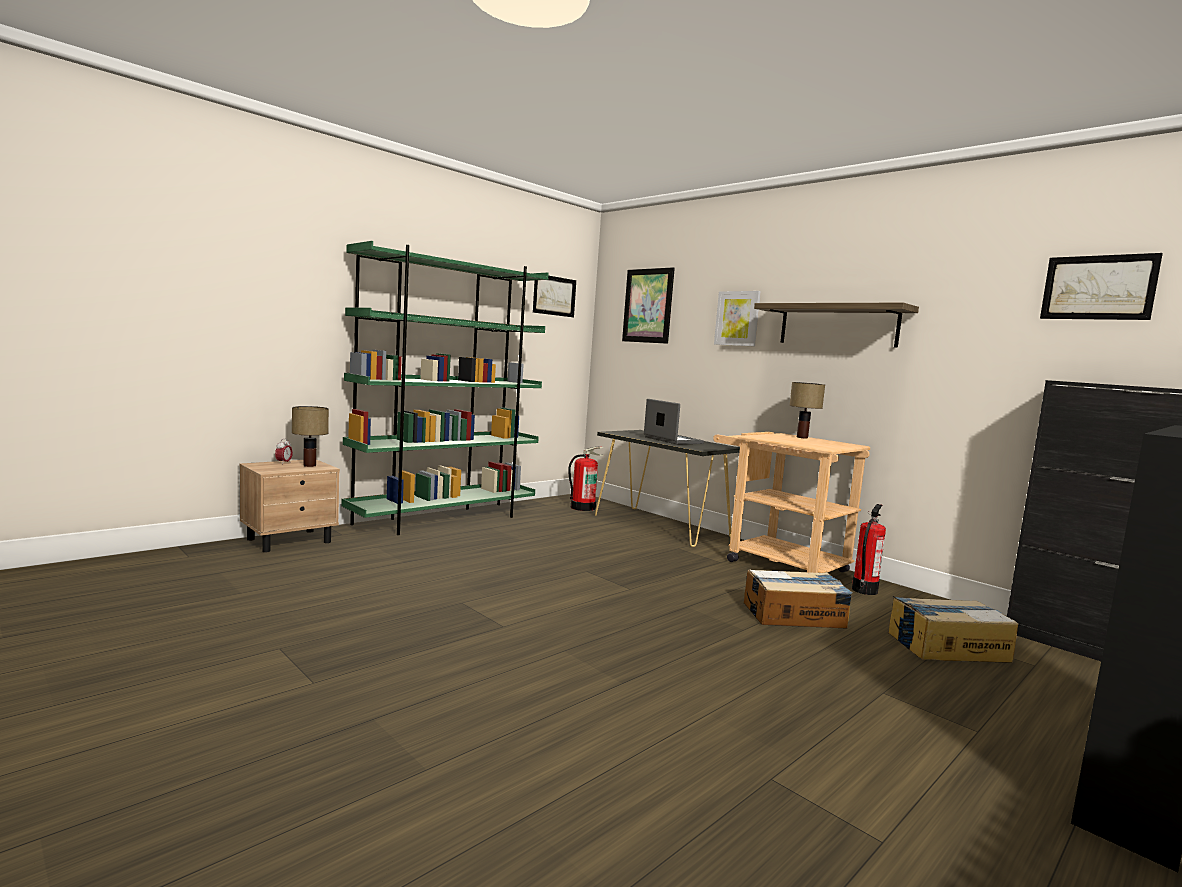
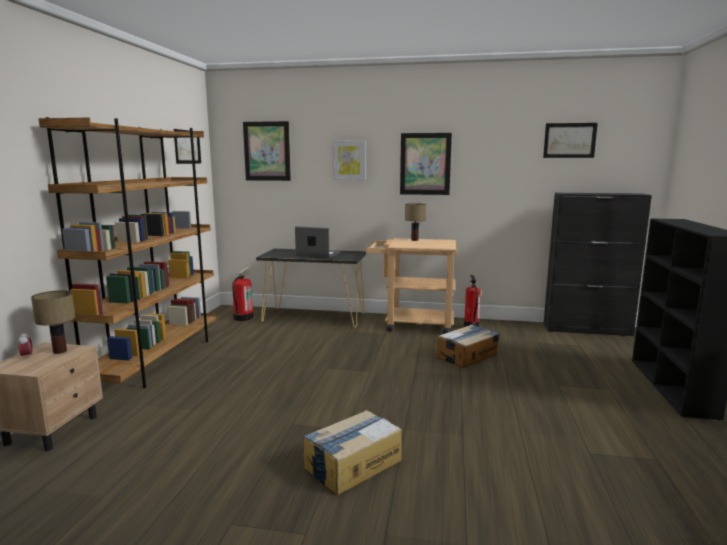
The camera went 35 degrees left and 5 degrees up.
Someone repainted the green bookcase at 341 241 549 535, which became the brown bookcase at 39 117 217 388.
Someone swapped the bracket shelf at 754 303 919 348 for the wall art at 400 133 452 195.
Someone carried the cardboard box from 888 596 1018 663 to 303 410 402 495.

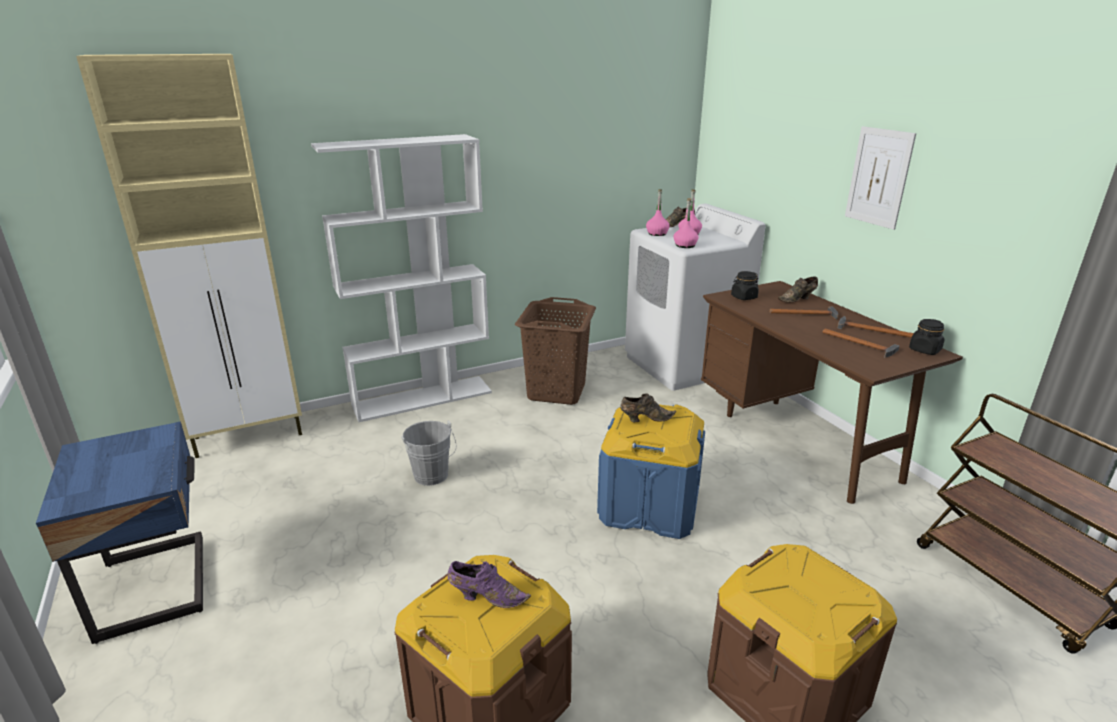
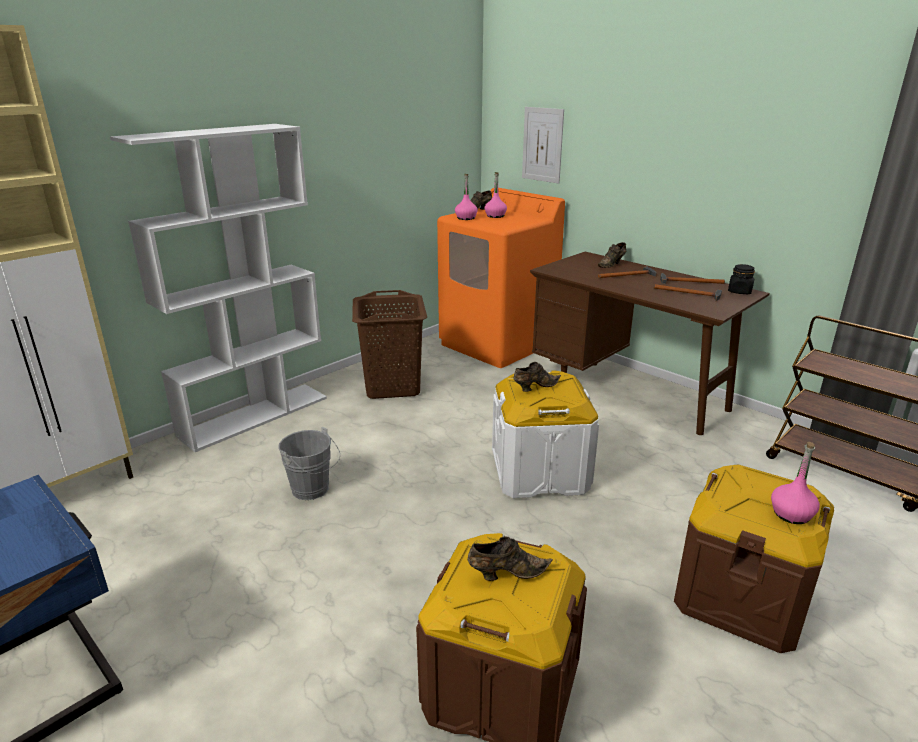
The camera went 20 degrees left and 0 degrees up.
Someone carried the wall art from 845 126 916 230 to 522 107 564 184.
Someone carried the pink-coloured bottle from 673 198 699 248 to 771 442 820 524.
Someone repainted the white-coloured washing machine at 625 204 765 391, which became the orangey washing machine at 437 188 565 368.
Someone took away the black preserve jar at 731 271 759 300.
Someone repainted the blue storage container at 597 404 705 539, which became the white-coloured storage container at 492 370 599 498.
Someone repainted the purplish shoe at 448 561 531 608, which became the brown shoe at 468 536 553 581.

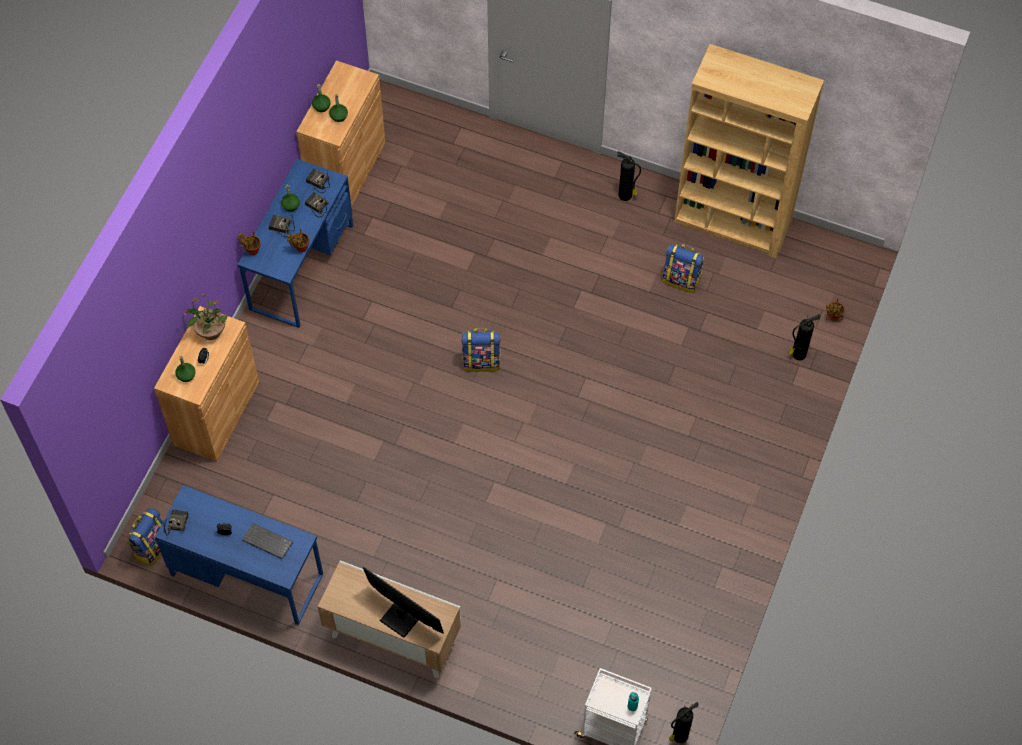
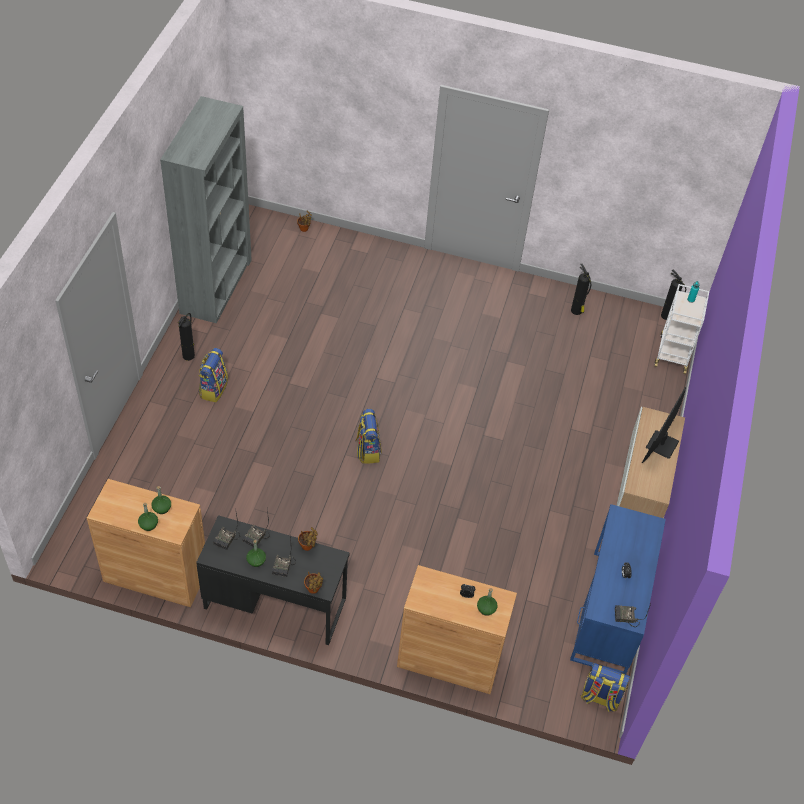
The camera went 100 degrees left and 10 degrees down.
Someone repainted the brown bookcase at 674 44 824 259, which became the grey bookcase at 160 96 252 323.
Someone repainted the blue desk table at 238 159 353 328, which became the black desk table at 196 515 350 645.
Someone carried the rucksack from 662 244 704 293 to 199 348 228 402.
Someone took away the houseplant at 184 293 227 340.
Someone carried the fire-fighting cylinder from 789 314 821 361 to 571 264 591 315.
Someone took away the PC keyboard at 242 523 293 559.

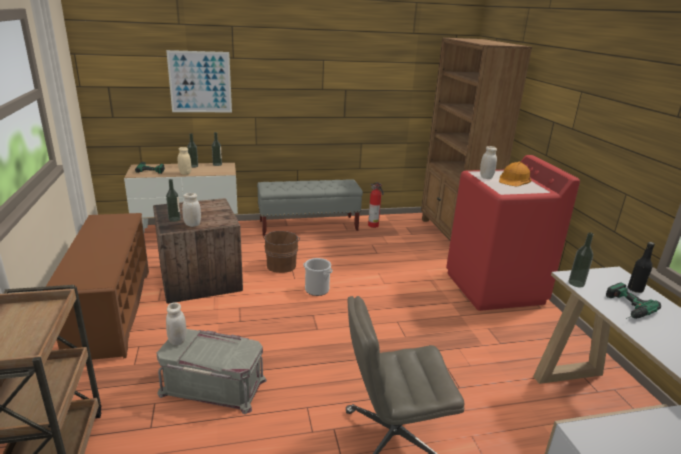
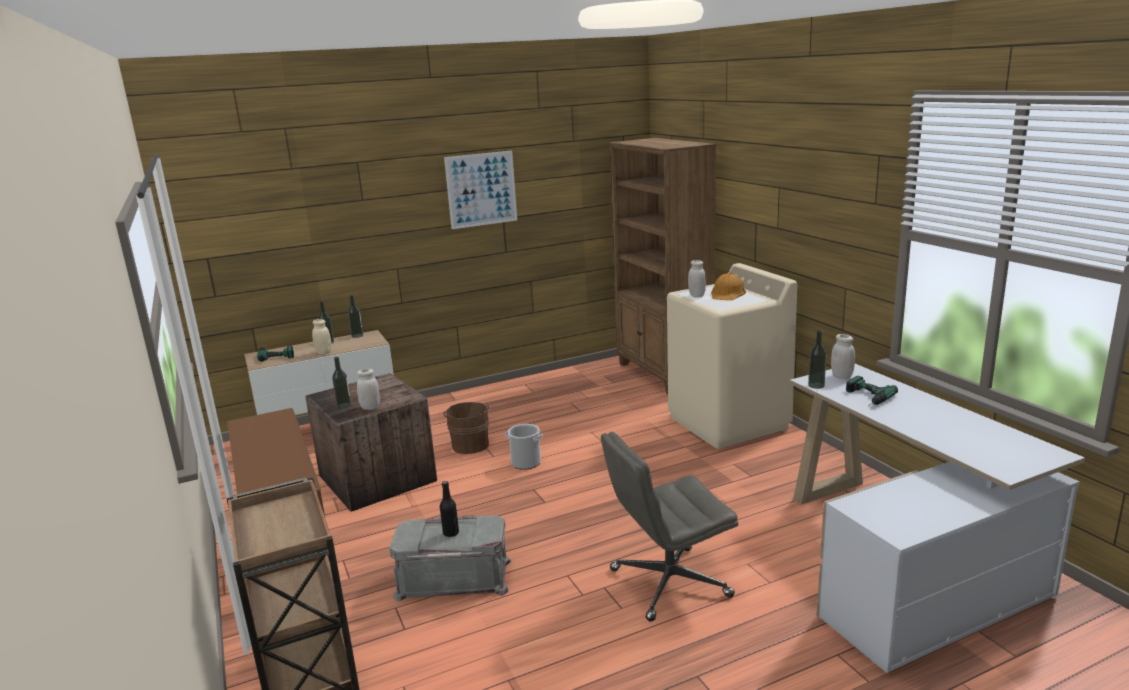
The camera went 10 degrees left and 5 degrees down.
Someone carried the wall art from 166 50 232 112 to 444 151 517 229.
Someone repainted the red-coloured washing machine at 446 155 580 311, which became the beige-coloured washing machine at 667 263 797 449.
Someone took away the grey bench at 257 179 363 236.
Someone took away the fire-fighting cylinder at 368 182 384 228.
Someone carried the black bottle from 628 242 655 293 to 440 481 459 537.
Someone carried the white-coloured preserve jar from 166 302 186 345 to 831 334 855 379.

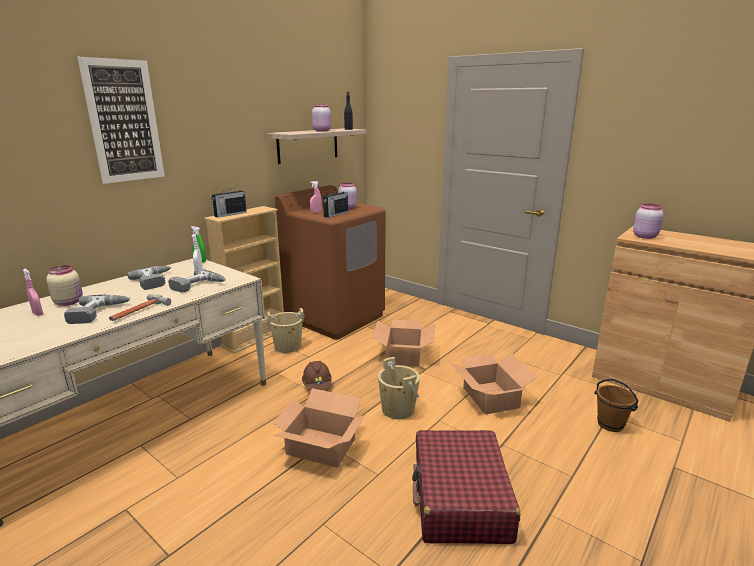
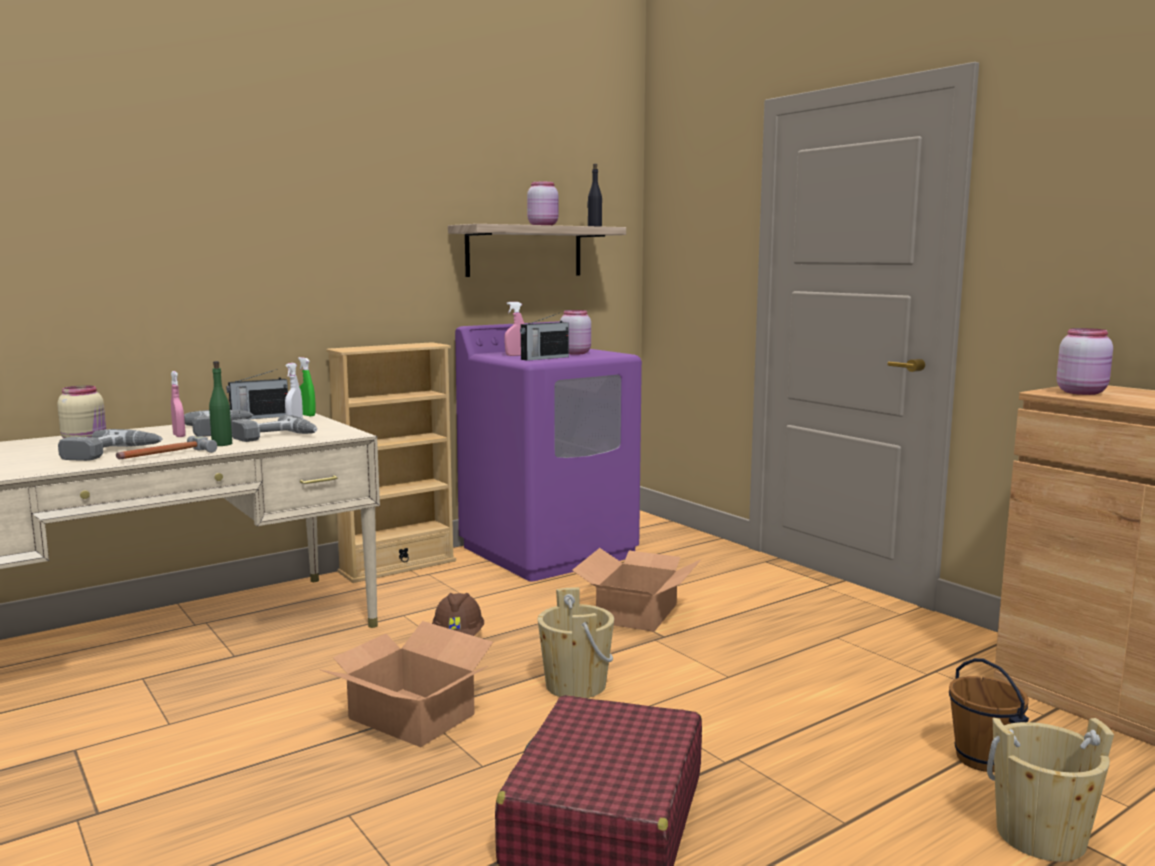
The camera went 15 degrees right and 10 degrees down.
Someone took away the wall art at 77 57 165 184.
Someone carried the radio set from 212 185 247 218 to 226 369 288 420.
Someone repainted the brown washing machine at 275 185 386 340, which became the purplish washing machine at 455 321 642 582.
Someone carried the pink-coloured spray bottle from 23 269 43 316 to 171 371 186 437.
Someone carried the beige-coloured pail from 267 308 305 353 to 987 718 1114 862.
Someone took away the cardboard box at 451 353 538 415.
Someone put down the green bottle at 209 361 232 446.

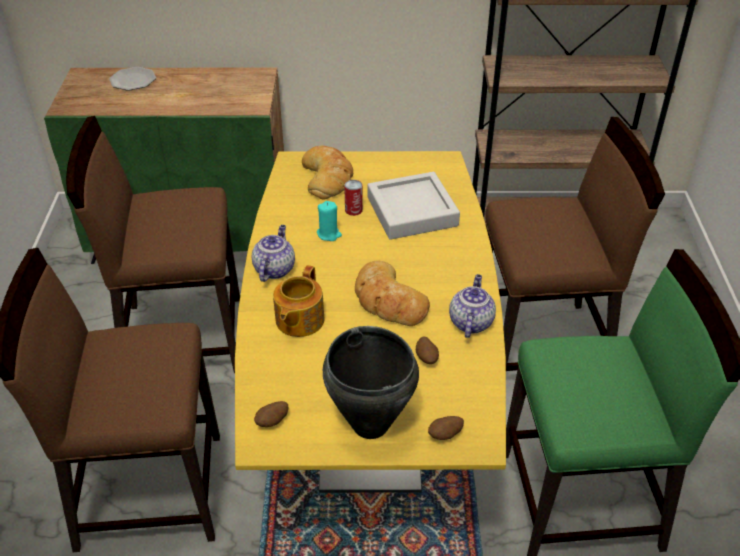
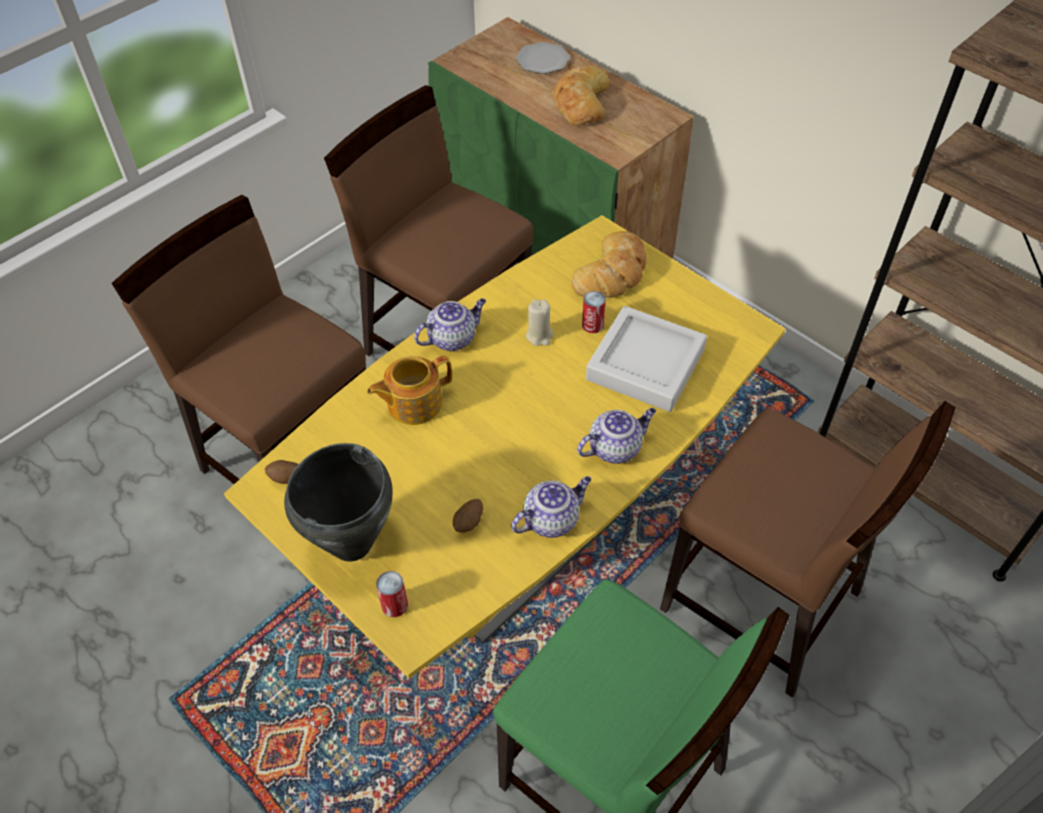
The camera went 45 degrees right and 10 degrees up.
Someone repainted the turquoise candle at 317 201 342 241, which became the beige-coloured candle at 526 299 553 346.
Someone carried the bread from 355 261 430 326 to 554 65 609 125.
Someone swapped the spud at 428 416 464 440 for the metal can at 376 571 408 617.
Someone put down the pot for tea at 577 408 656 464.

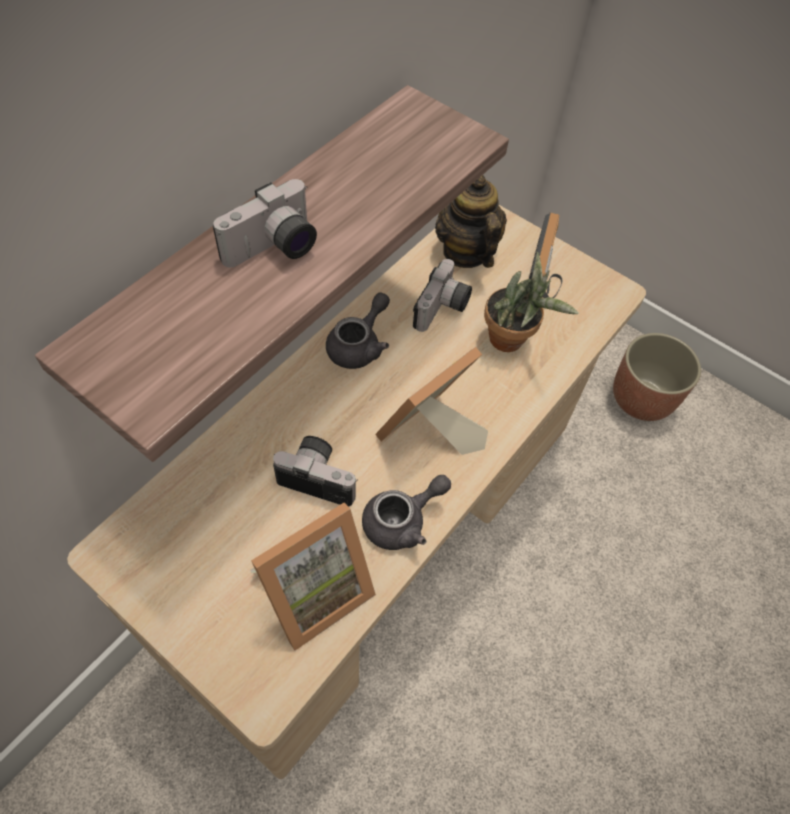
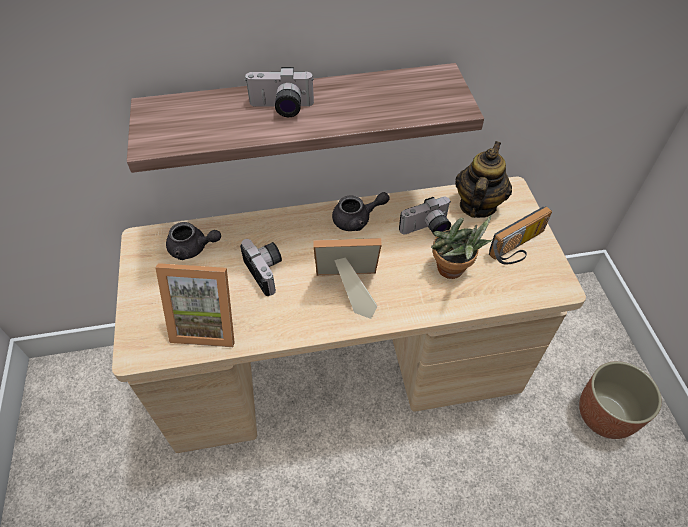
The camera went 45 degrees right and 5 degrees down.
Someone carried the grey pot for tea from 362 475 451 550 to 166 222 221 260.

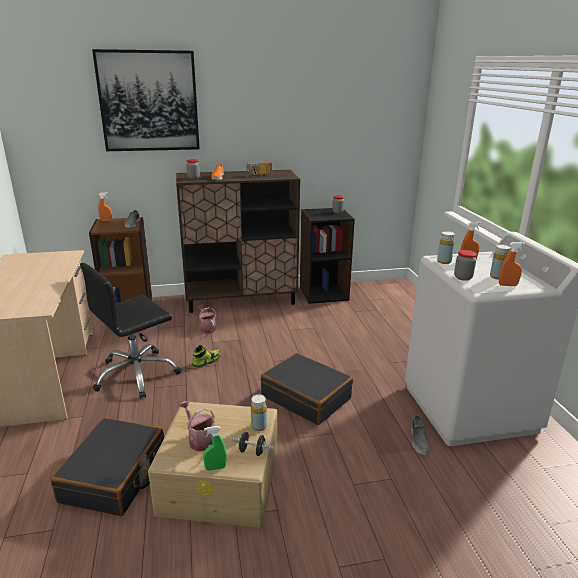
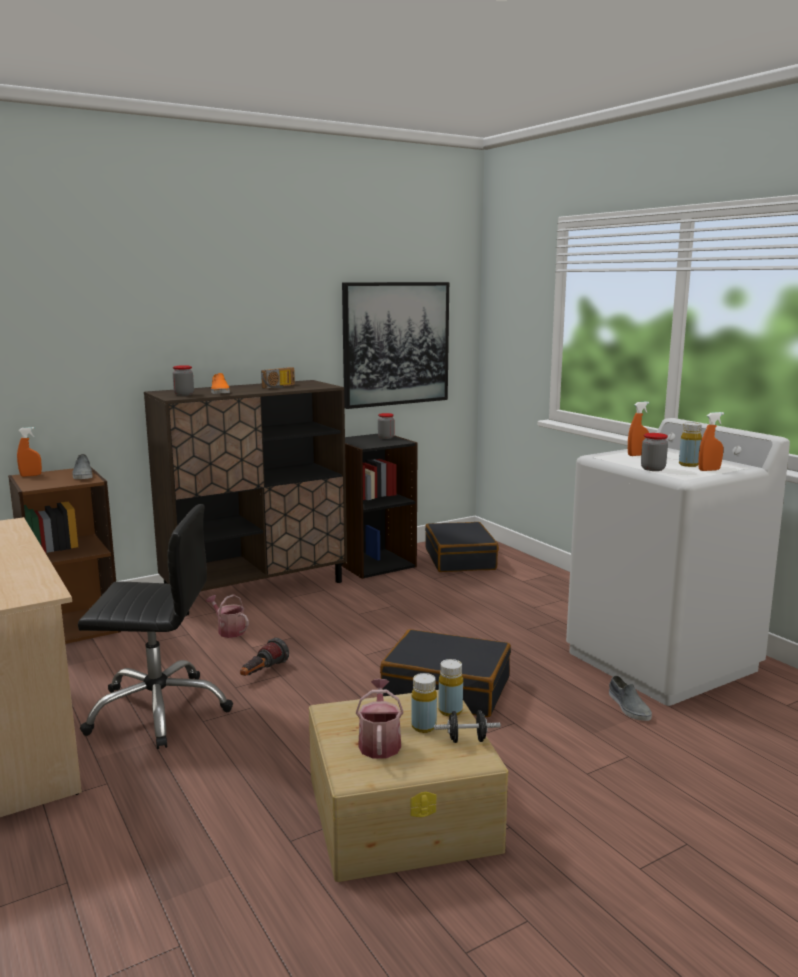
The camera went 20 degrees left and 10 degrees down.
Someone carried the wall art from 92 49 200 151 to 342 282 449 409.
Someone carried the yellow bottle from 437 231 455 264 to 411 673 437 733.
Someone rotated the black computer chair at 80 263 181 399 by 120 degrees counterclockwise.
Someone swapped the shoe at 192 345 221 368 for the hand torch at 240 638 289 676.
Someone rotated the sprinkling can at 179 401 215 451 by 60 degrees clockwise.
Someone carried the black travel case from 50 418 164 516 to 425 522 499 572.
Someone took away the green spray bottle at 203 426 227 471.

